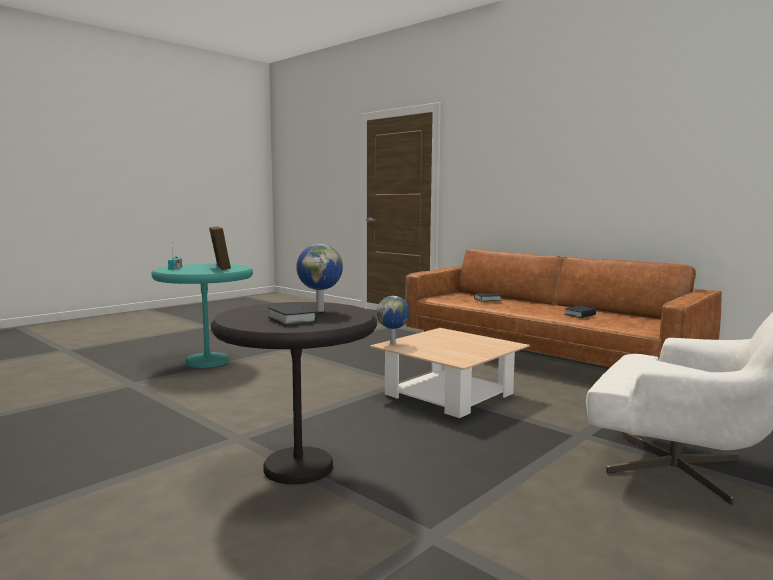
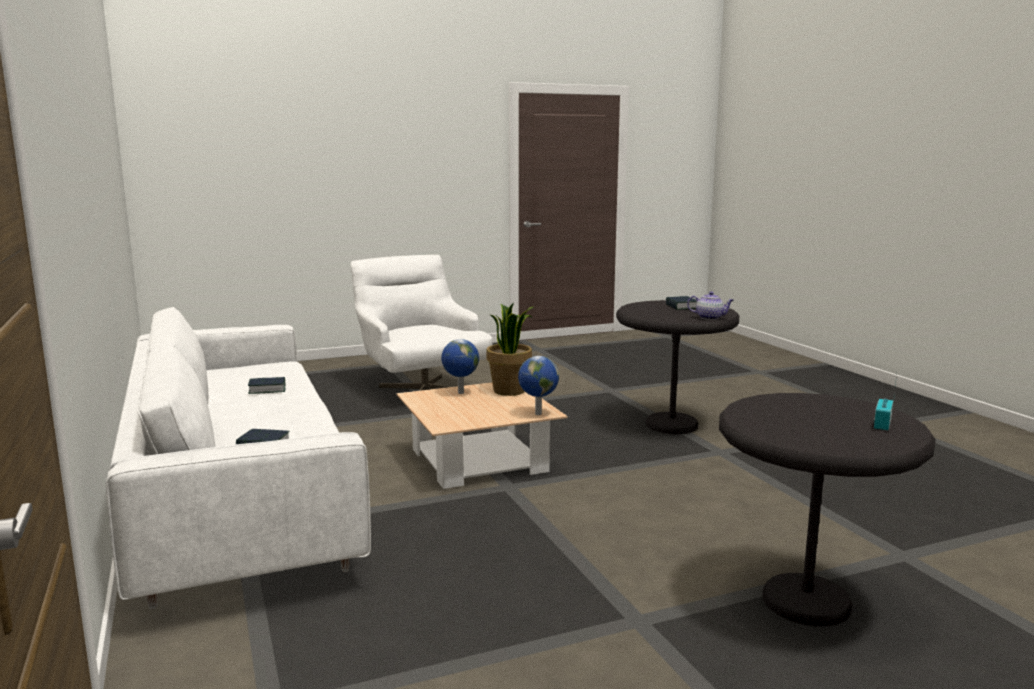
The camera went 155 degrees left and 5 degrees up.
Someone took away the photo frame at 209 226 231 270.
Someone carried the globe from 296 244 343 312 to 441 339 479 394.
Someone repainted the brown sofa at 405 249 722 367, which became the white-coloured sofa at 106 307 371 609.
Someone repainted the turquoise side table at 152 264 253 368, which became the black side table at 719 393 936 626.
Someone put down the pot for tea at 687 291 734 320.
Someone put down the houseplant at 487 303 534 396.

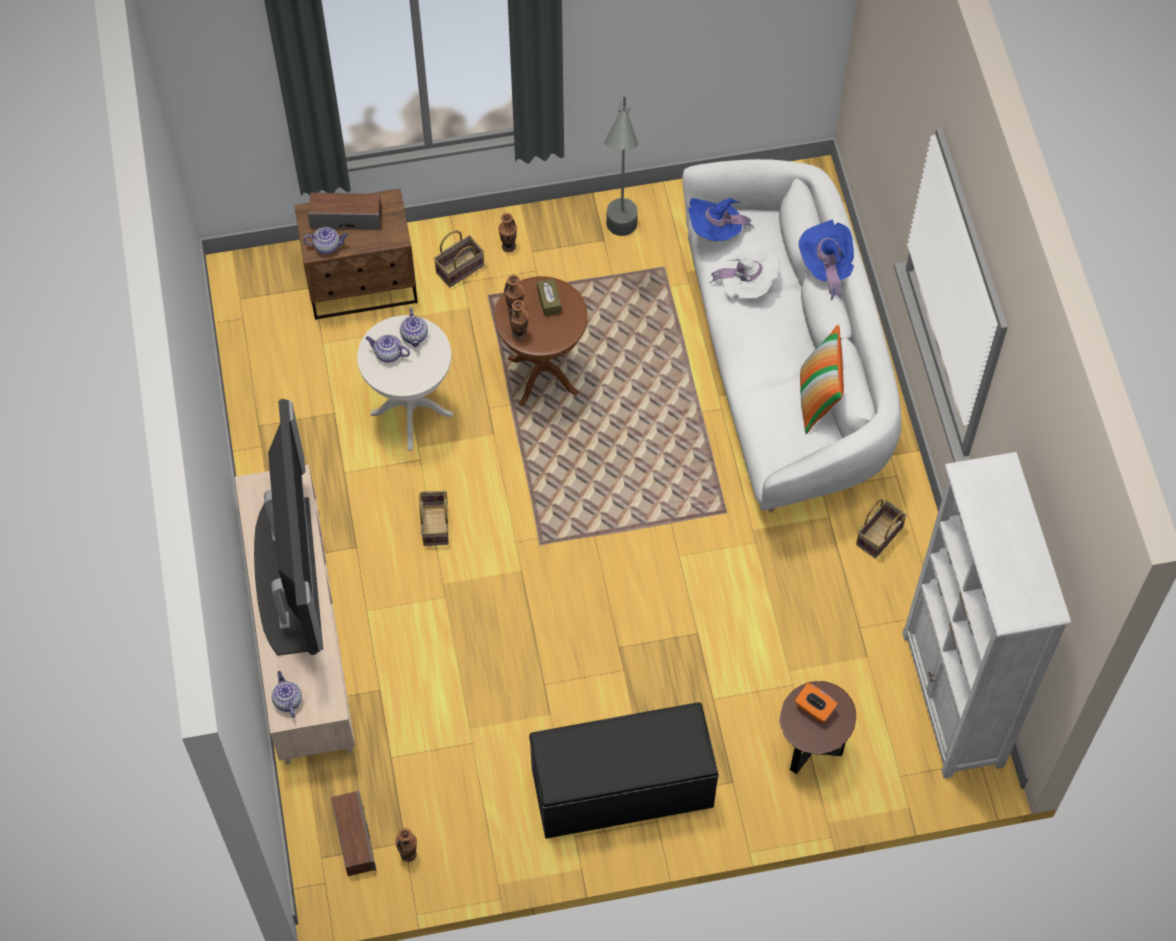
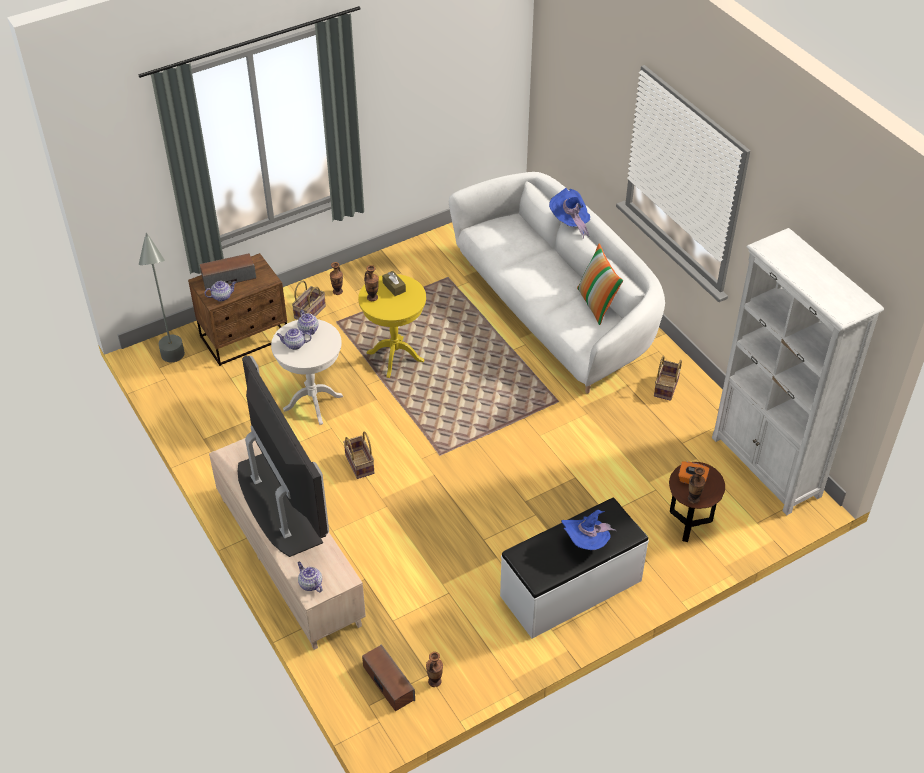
The camera went 20 degrees left and 15 degrees down.
Someone carried the grey floor lamp from 604 95 638 236 to 139 233 185 362.
Someone carried the blue clothing hat from 688 198 754 241 to 561 510 616 550.
Someone took away the white-coloured clothing hat at 709 251 780 299.
Someone repainted the brown side table at 494 276 588 406, which became the yellow side table at 358 274 426 378.
Someone carried the decorative vase from 509 300 529 341 to 687 467 706 504.
Someone repainted the black bench at 529 702 719 839, which became the white-coloured bench at 500 498 649 639.

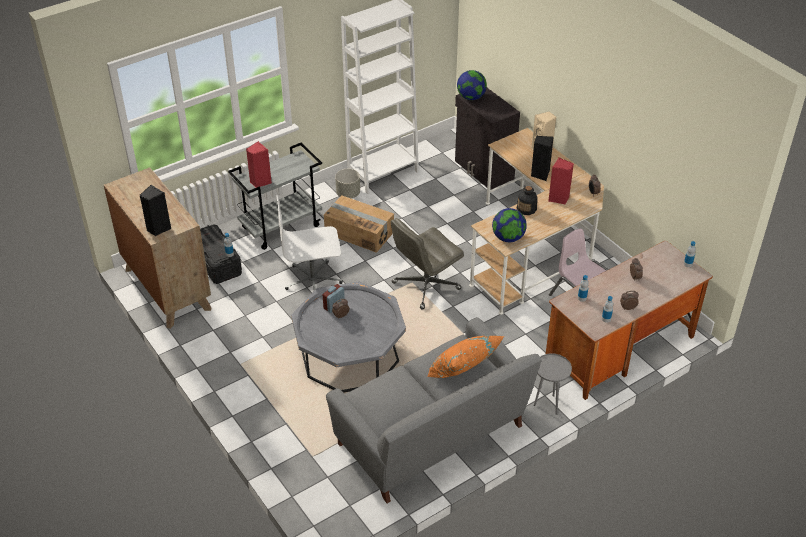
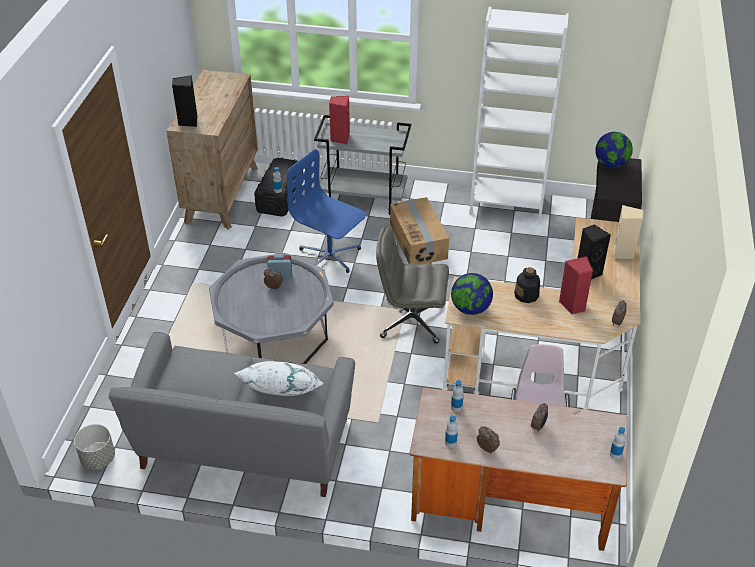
The camera went 45 degrees right and 0 degrees up.
Someone carried the grey planter from 335 169 360 198 to 74 424 115 469.
Someone repainted the white-coloured computer chair at 276 195 343 291, which became the blue computer chair at 287 149 366 273.
Someone repainted the orangey pillow at 427 336 504 378, which became the white-coloured pillow at 234 361 323 396.
Someone took away the grey side table at 534 353 572 415.

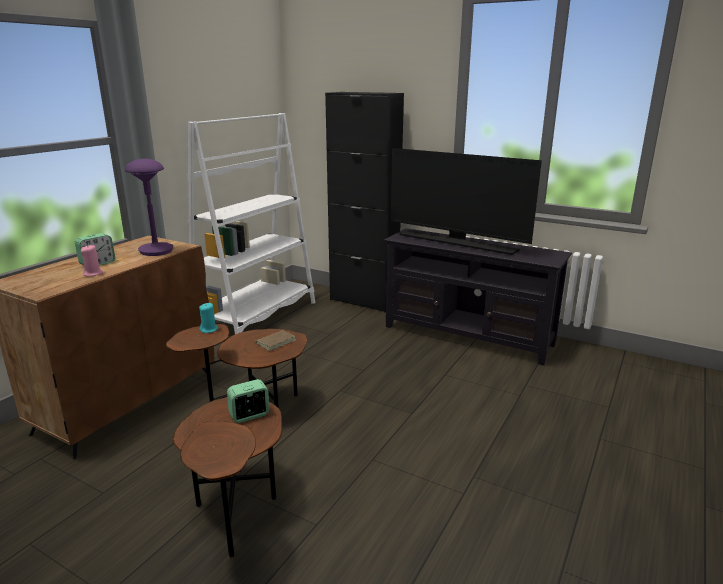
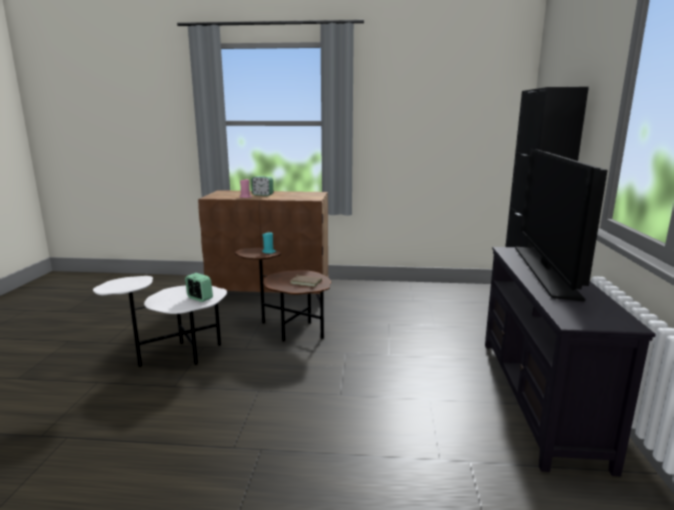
The camera went 65 degrees right and 5 degrees down.
Someone took away the white-coloured bookcase at 187 113 315 334.
Someone took away the purplish table lamp at 125 159 173 256.
Someone repainted the brown side table at 173 397 282 557, which became the white-coloured side table at 93 276 227 367.

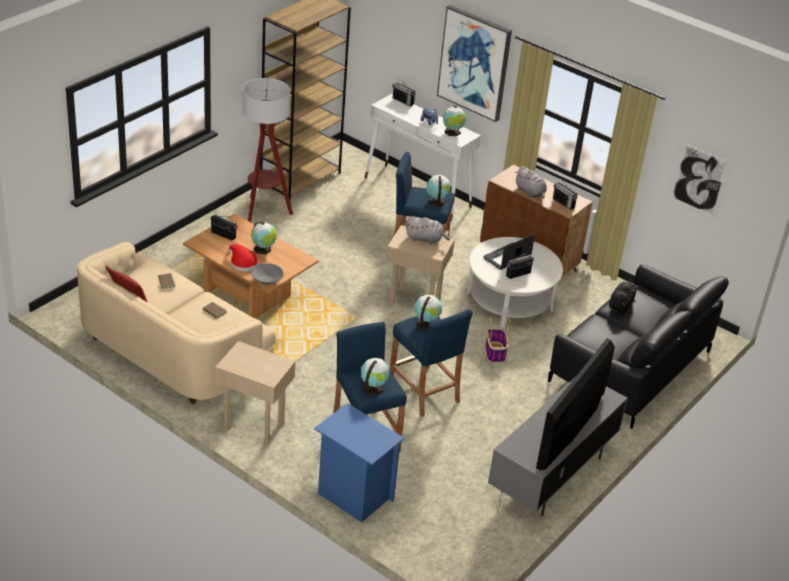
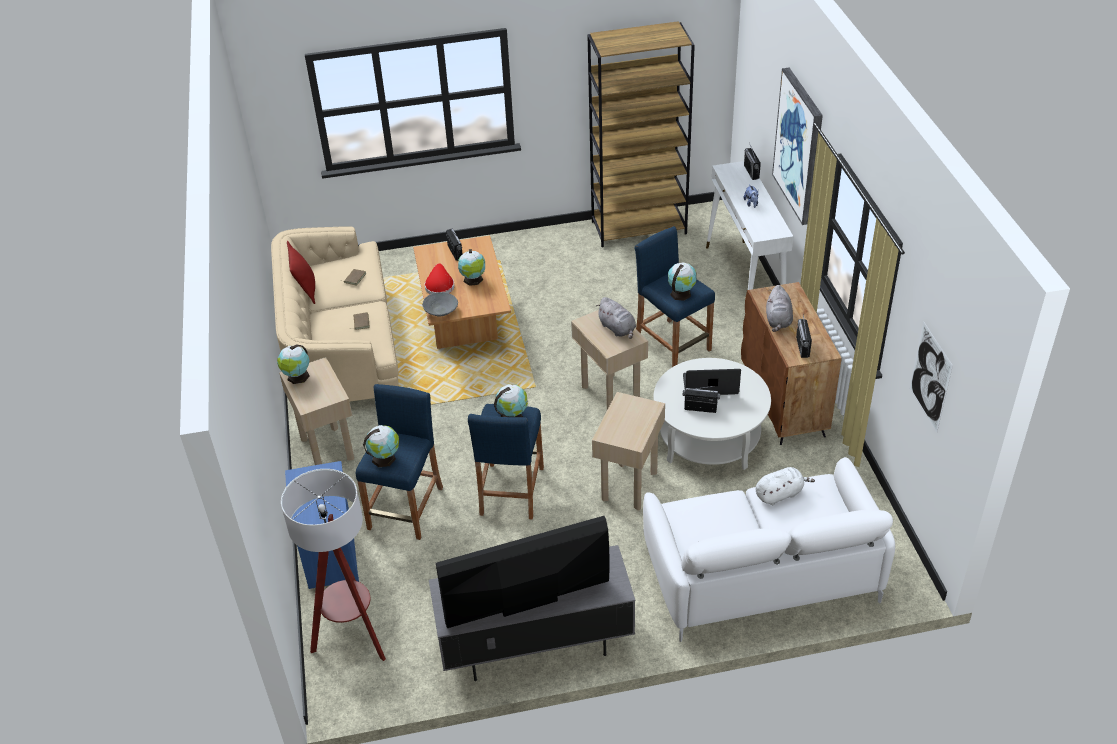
The camera went 45 degrees right and 5 degrees up.
Someone carried the floor lamp from 242 78 293 222 to 281 469 386 661.
Someone carried the globe from 443 105 466 136 to 277 344 310 384.
Someone repainted the black sofa at 548 265 729 429, which became the white-coloured sofa at 643 457 895 642.
Someone repainted the black soft toy at 609 282 638 314, which became the white-coloured soft toy at 755 467 815 505.
Someone swapped the storage basket at 486 317 511 363 for the beige-coloured side table at 592 392 665 510.

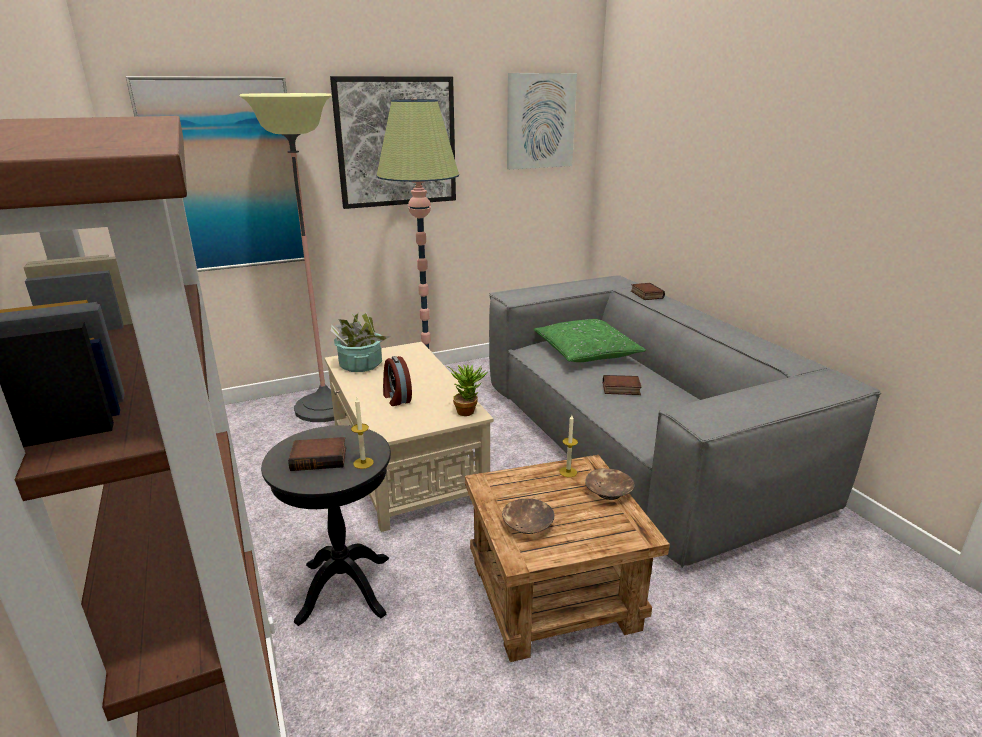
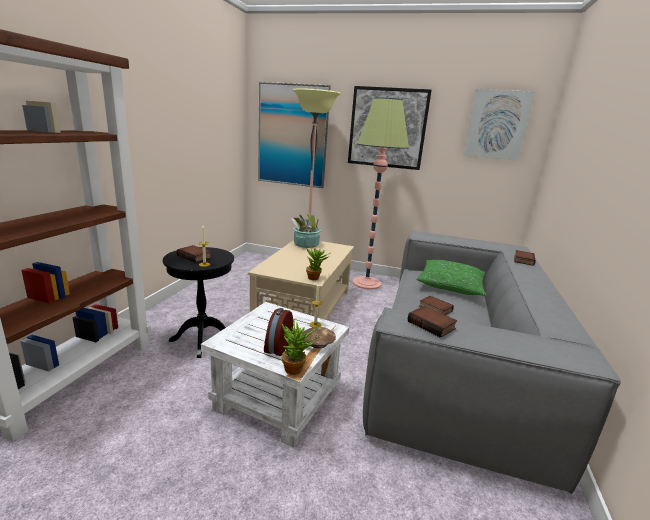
The camera went 40 degrees right and 5 degrees down.
Someone carried the table clock from 383 356 412 406 to 264 308 293 356.
Someone repainted the brown side table at 465 455 670 662, which became the white-coloured side table at 201 302 349 448.
Someone took away the brown bowl at 502 499 554 534.
Someone put down the volume at 408 306 457 338.
Someone put down the houseplant at 282 319 320 375.

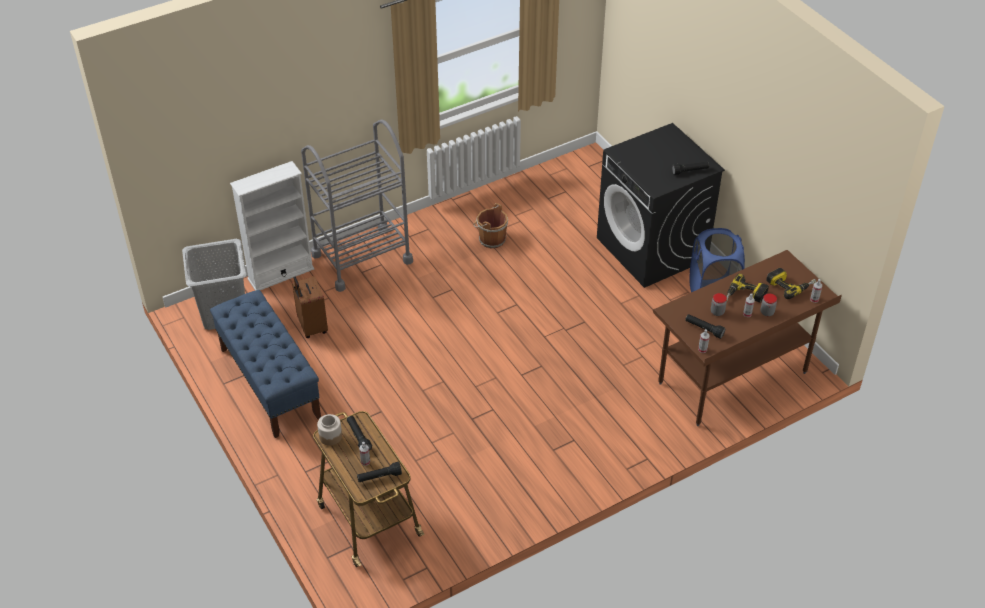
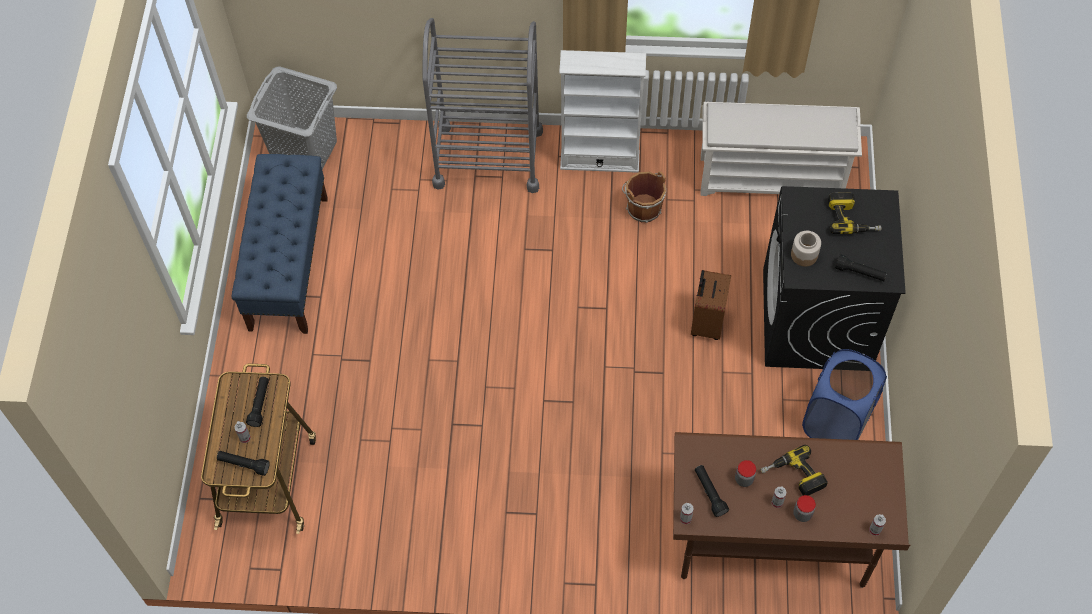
The camera went 35 degrees right and 15 degrees up.
Someone carried the white-coloured bookcase from 230 161 314 291 to 559 50 646 173.
Someone carried the electric drill from 766 268 816 299 to 828 192 882 234.
Someone carried the brown travel case from 292 276 328 338 to 691 270 731 340.
Someone carried the preserve jar from 317 414 342 446 to 791 231 821 266.
Someone put down the white-coloured shoe rack at 700 102 862 196.

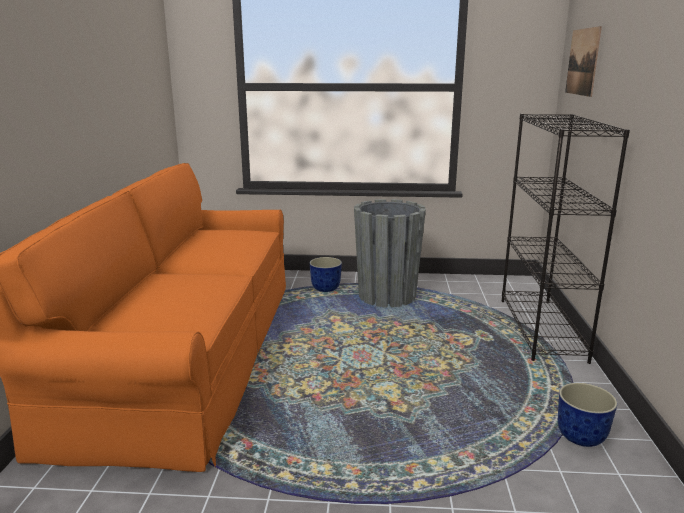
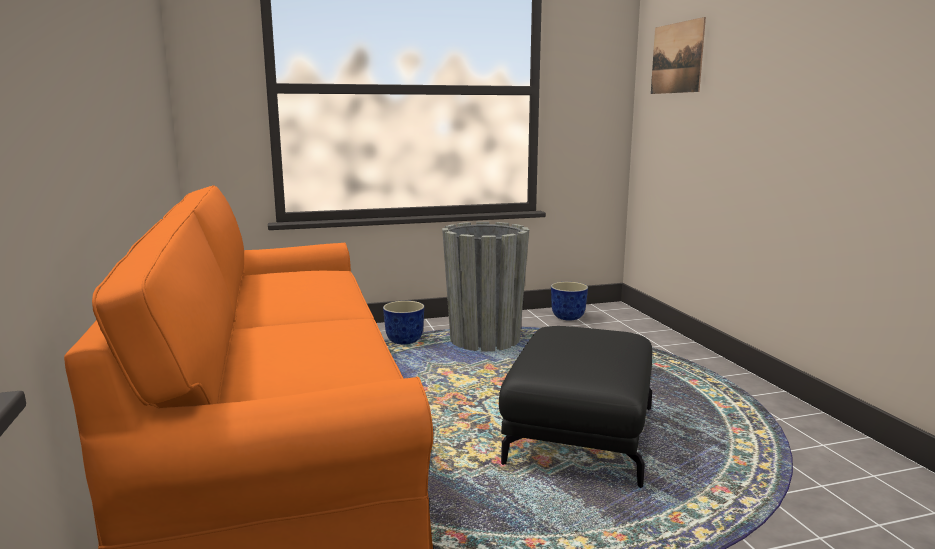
The camera went 20 degrees left and 5 degrees down.
Someone took away the black bookcase at 501 114 630 364.
Someone carried the planter from 558 383 617 447 to 551 282 588 321.
Someone put down the black footrest at 499 326 652 488.

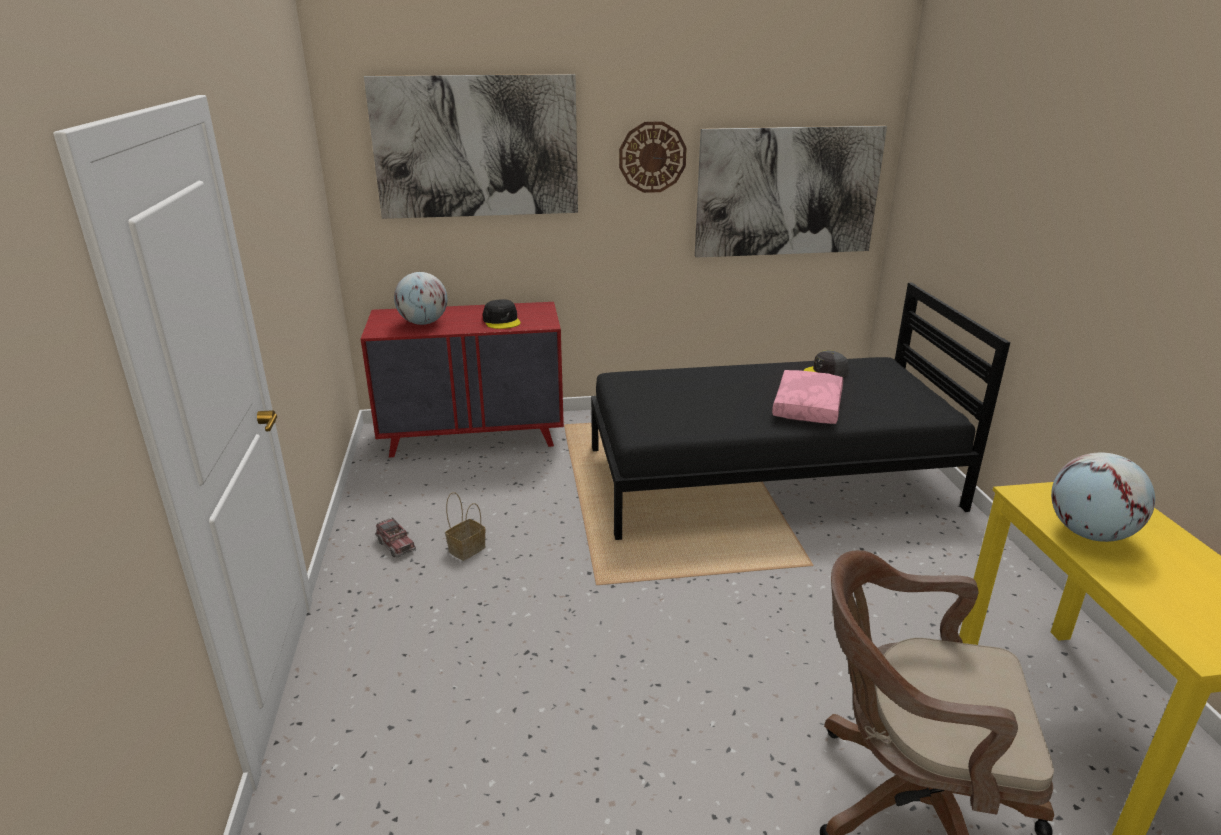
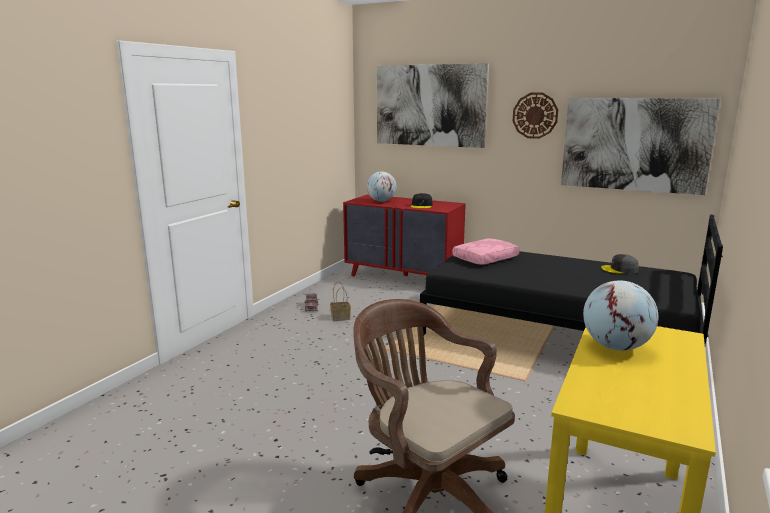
The camera went 35 degrees right and 10 degrees down.
Someone carried the pink-coloured pillow from 772 370 843 424 to 452 238 520 265.

